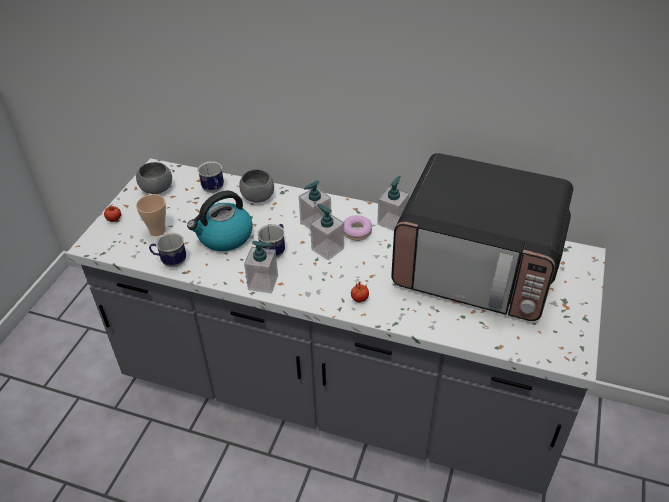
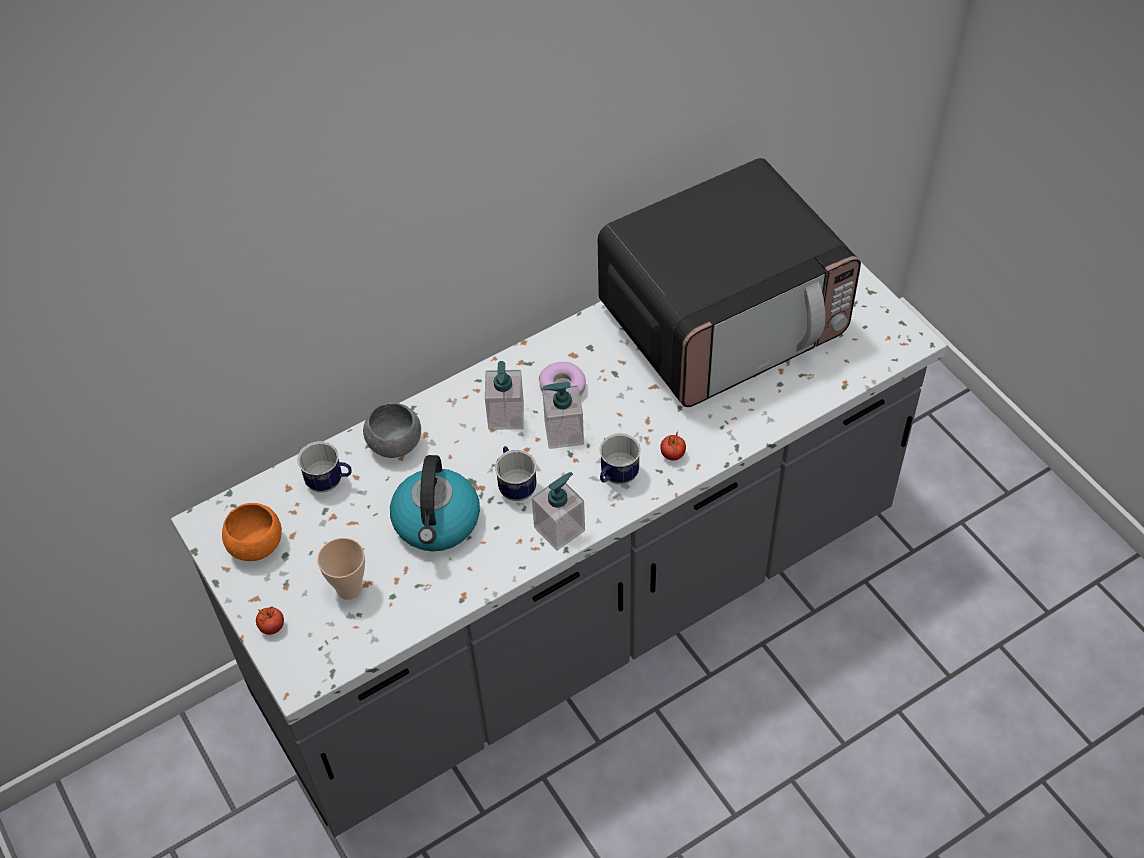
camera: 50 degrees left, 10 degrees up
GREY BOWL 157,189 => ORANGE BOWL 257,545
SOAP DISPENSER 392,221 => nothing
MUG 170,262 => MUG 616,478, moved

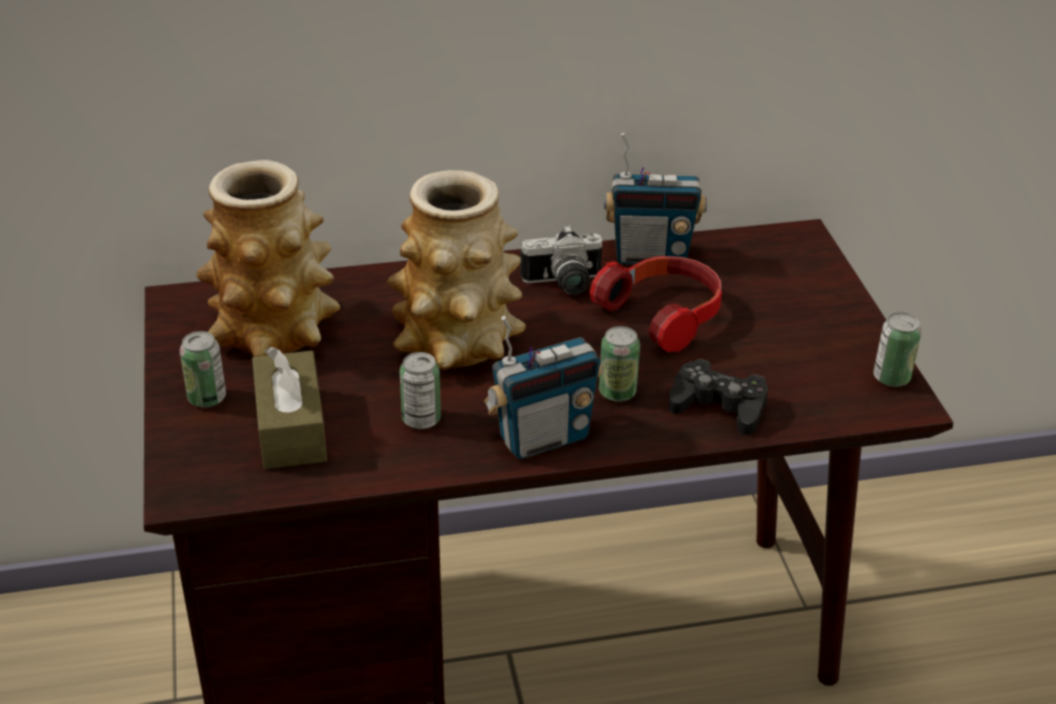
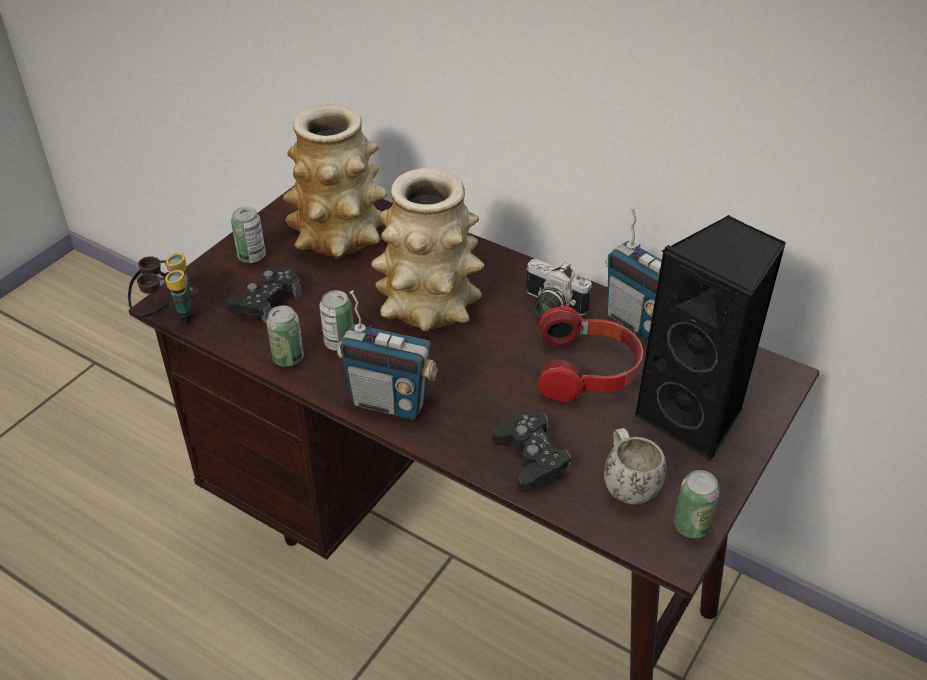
camera: 45 degrees right, 5 degrees up
CAN 617,392 => CAN 288,358, moved
BROWN TISSUE BOX 291,427 => BLACK GAME CONTROLLER 267,301
nothing => BLACK SPEAKER 695,418
nothing => BINOCULARS 168,315
nothing => WHITE MUG 627,483

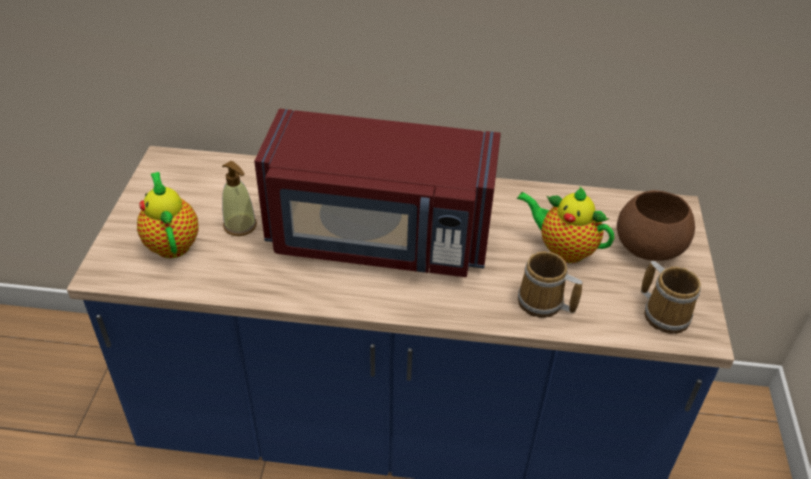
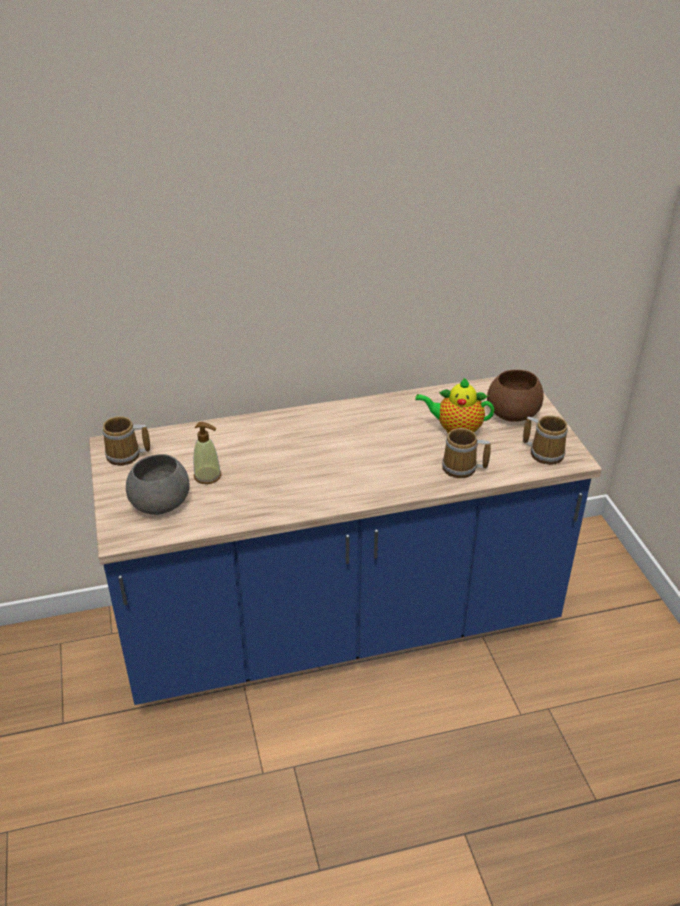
camera: 20 degrees left, 5 degrees down
RED MICROWAVE 379,238 => nothing
TEAPOT 172,242 => GREY BOWL 161,502
nothing => MUG 125,456

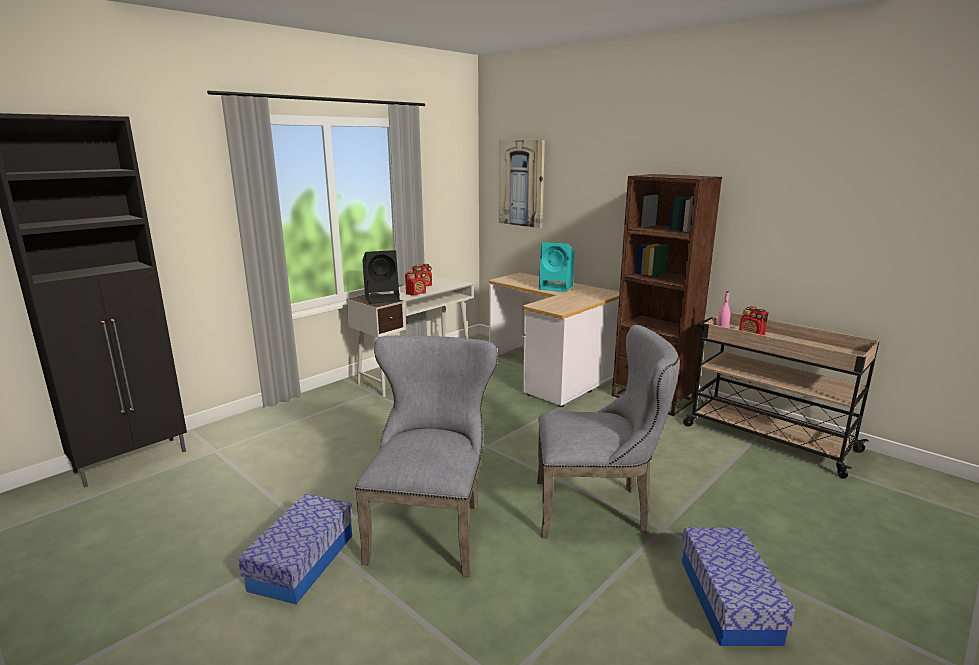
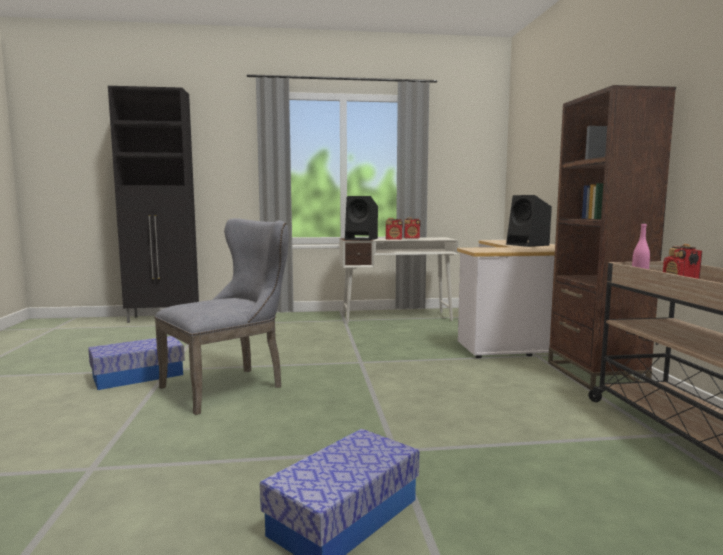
camera: 40 degrees right, 10 degrees down
PICTURE 521,183 => nothing
TURQUOISE SPEAKER 557,287 => BLACK SPEAKER 528,245
GREY CHAIR 598,508 => nothing

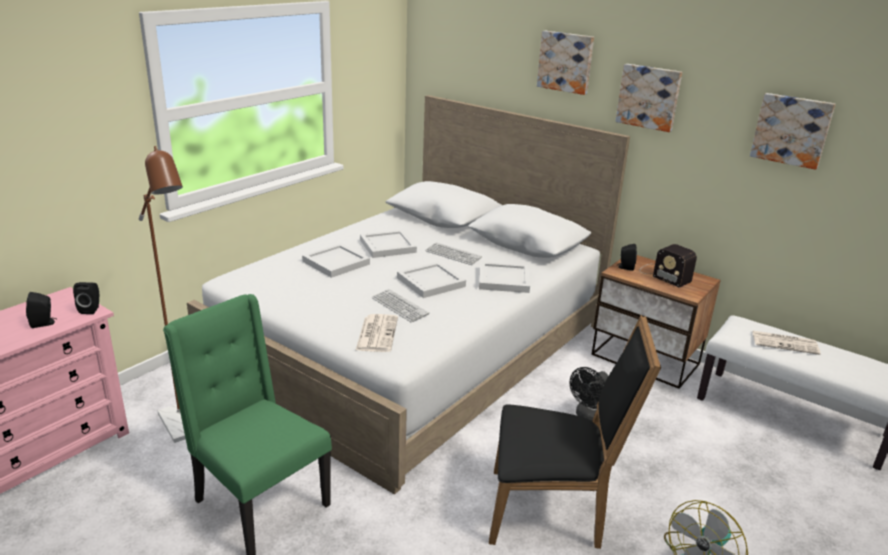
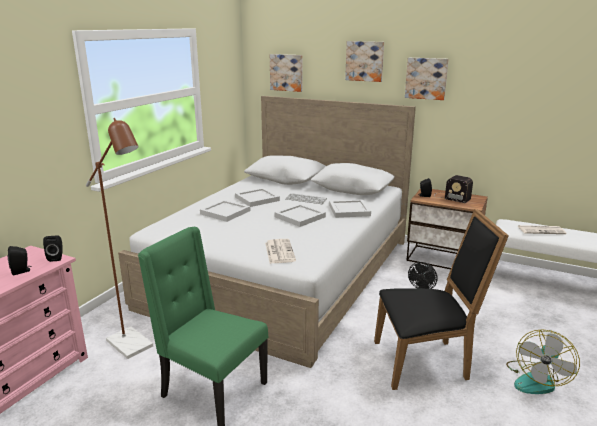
camera: 10 degrees left, 5 degrees down
PICTURE 792,130 => PICTURE 287,72, moved
KEYBOARD 399,306 => nothing

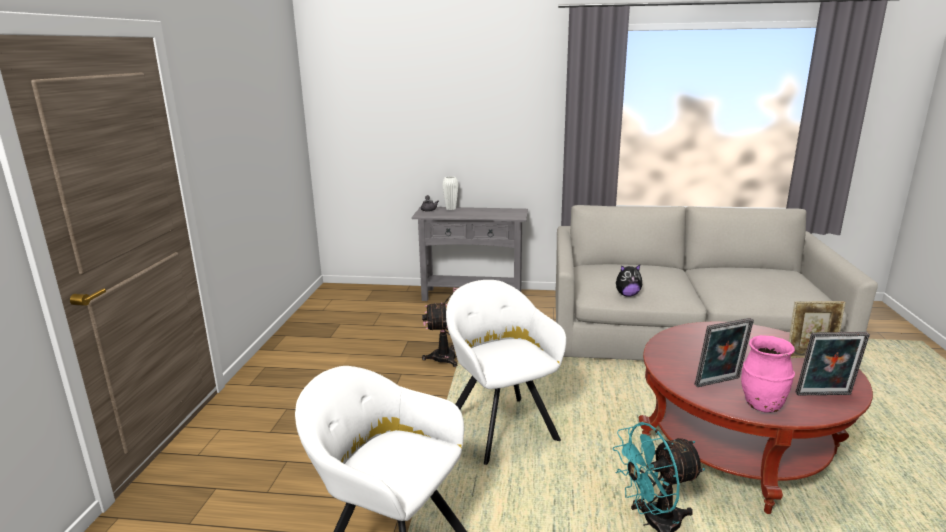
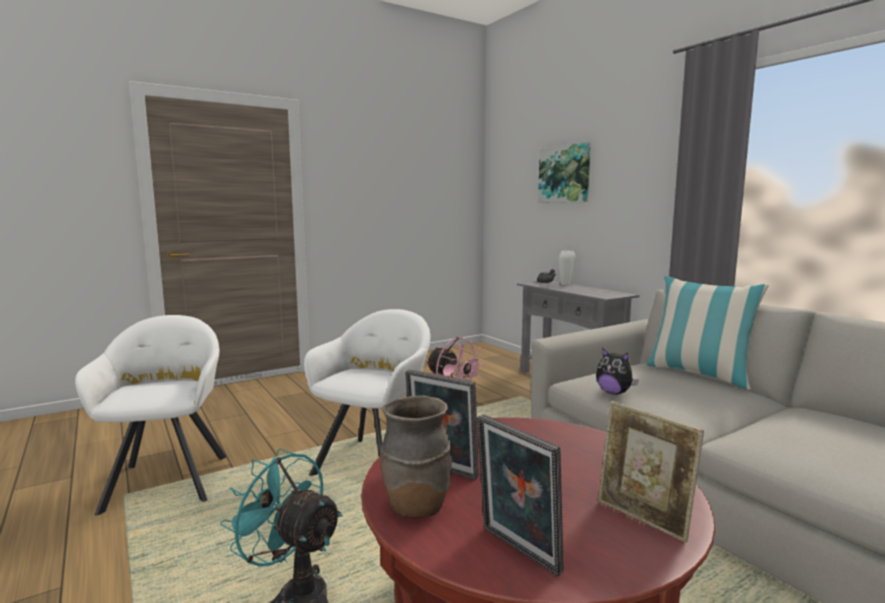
camera: 50 degrees right, 10 degrees down
PINK VASE 762,405 => BROWN VASE 415,507
nothing => PICTURE 564,174
nothing => PILLOW 699,374

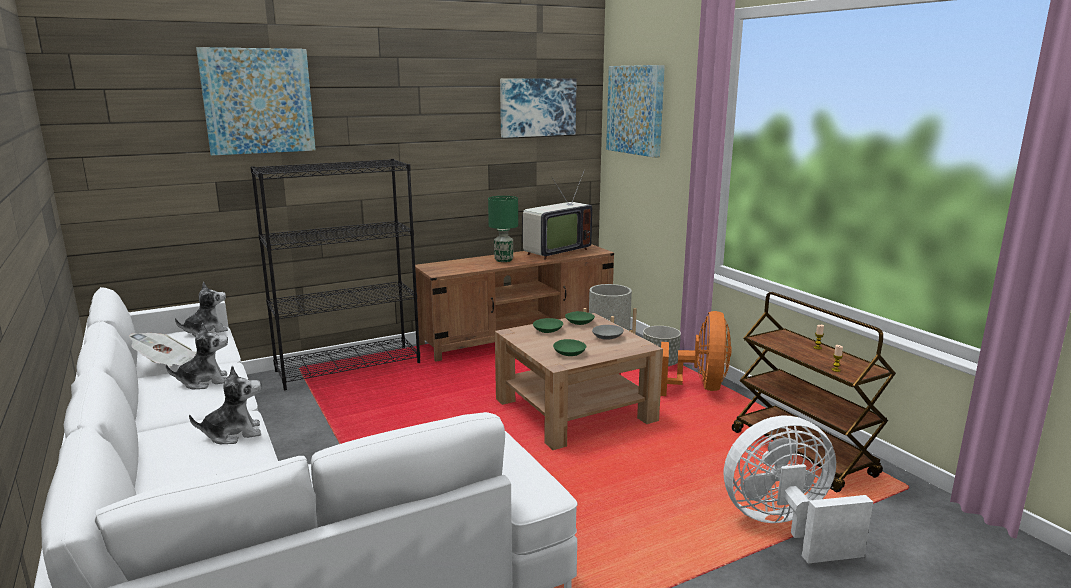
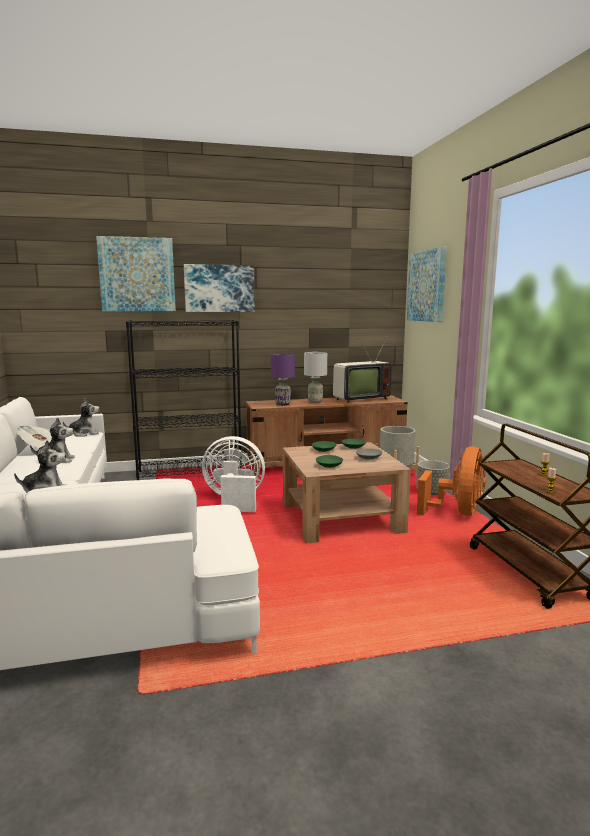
camera: 15 degrees right, 5 degrees down
PICTURE 537,107 => PICTURE 219,288, moved
GREEN TABLE LAMP 503,260 => GREY TABLE LAMP 314,402
WHITE FAN 785,527 => WHITE FAN 234,500, moved
nothing => PURPLE TABLE LAMP 282,404

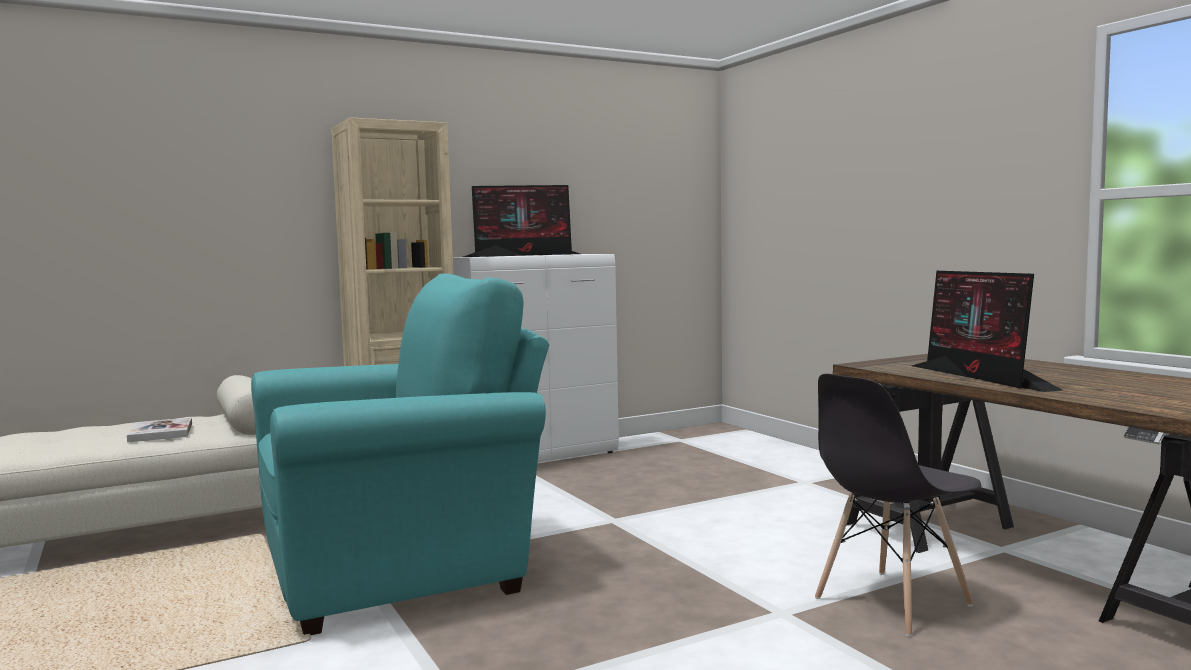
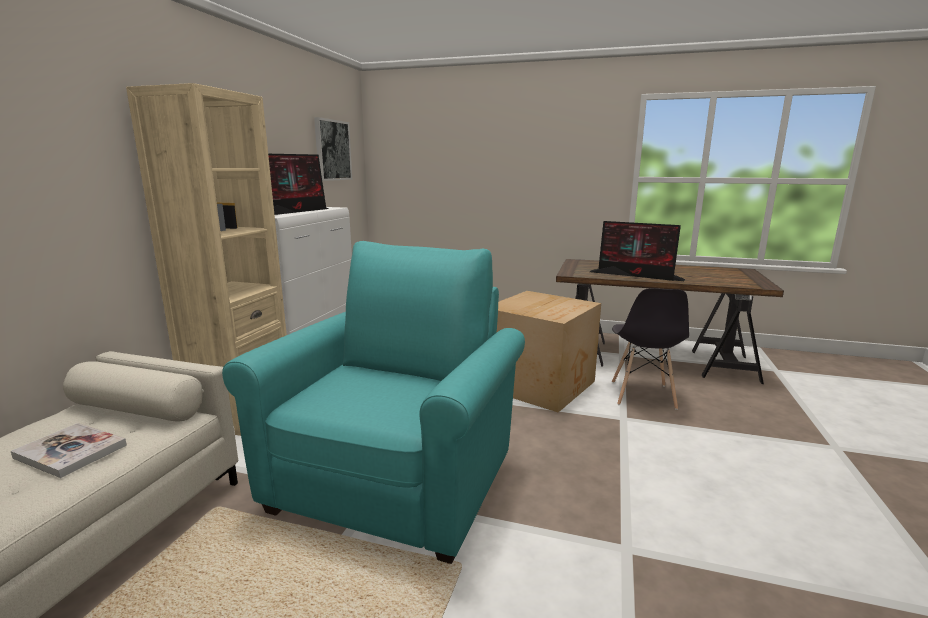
camera: 45 degrees left, 10 degrees up
nothing => PICTURE 332,150
nothing => CARDBOARD BOX 541,384

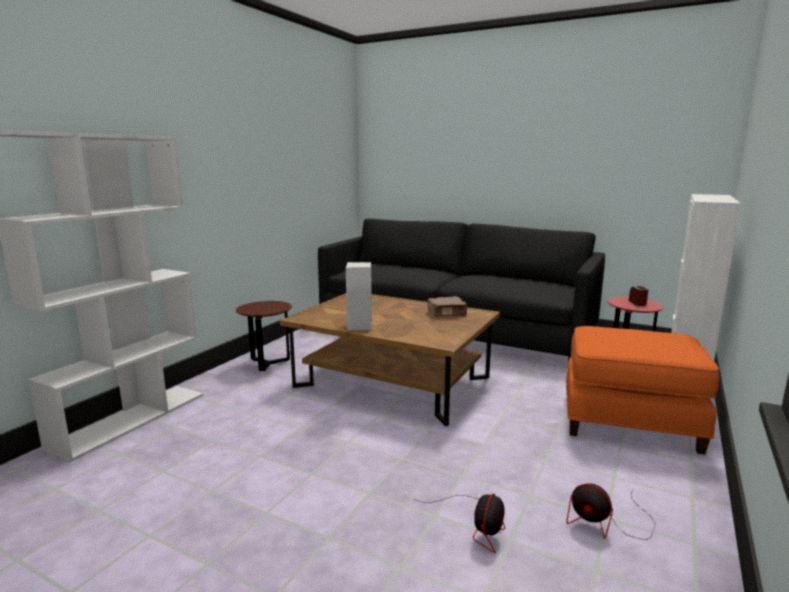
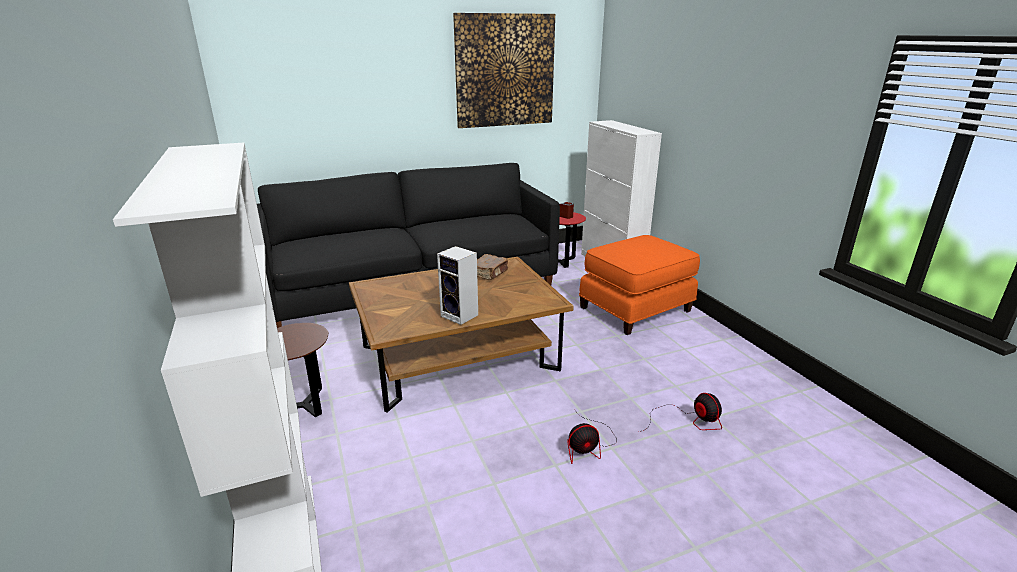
camera: 50 degrees left, 10 degrees up
FAN 607,523 => FAN 588,446, moved
nothing => PICTURE 505,71

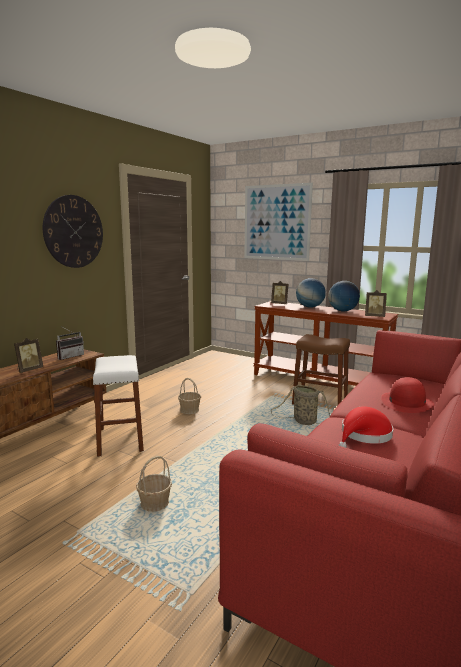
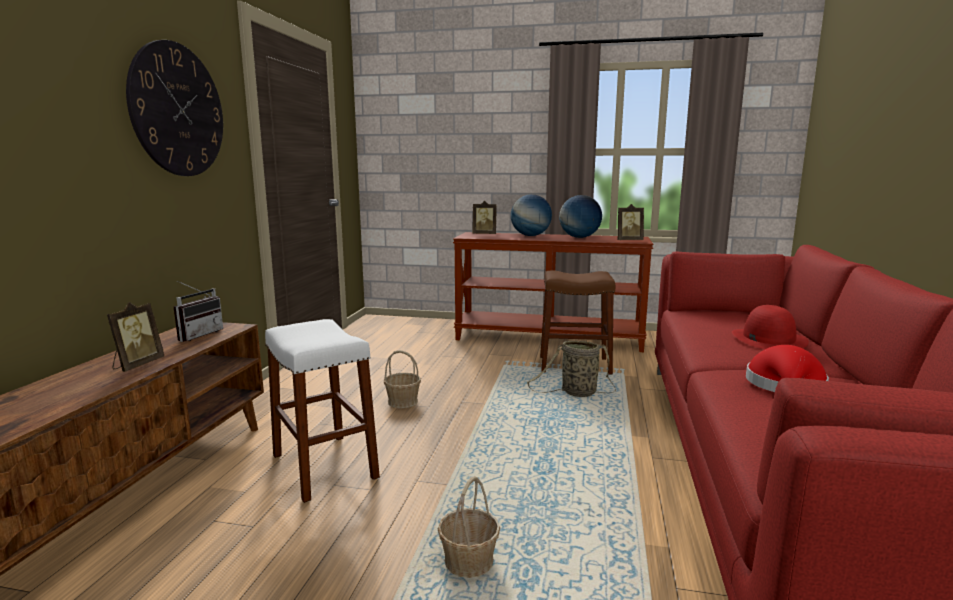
camera: 20 degrees left, 0 degrees up
PICTURE 276,222 => nothing

